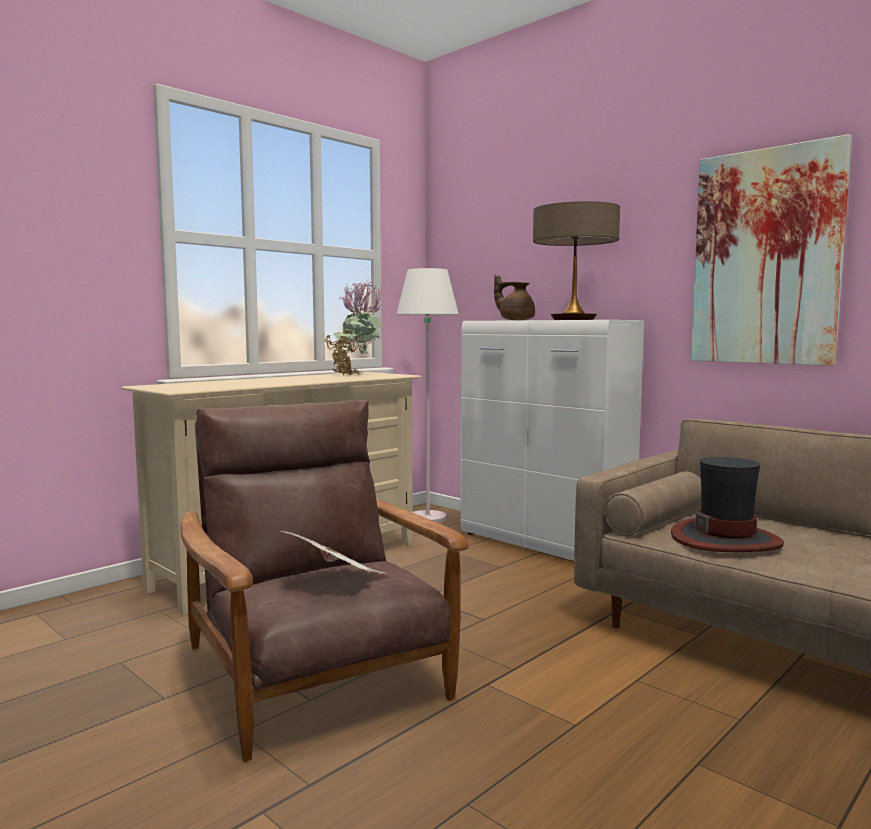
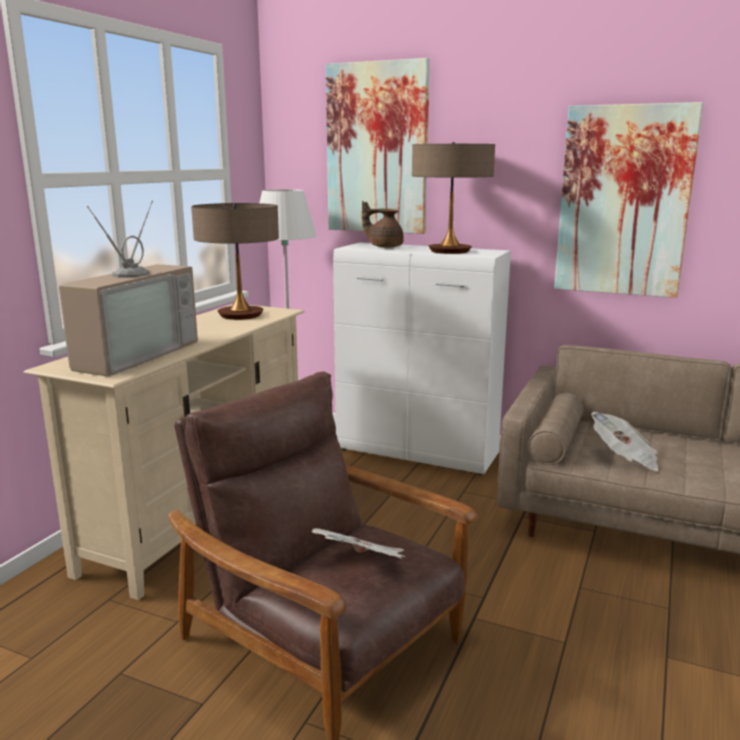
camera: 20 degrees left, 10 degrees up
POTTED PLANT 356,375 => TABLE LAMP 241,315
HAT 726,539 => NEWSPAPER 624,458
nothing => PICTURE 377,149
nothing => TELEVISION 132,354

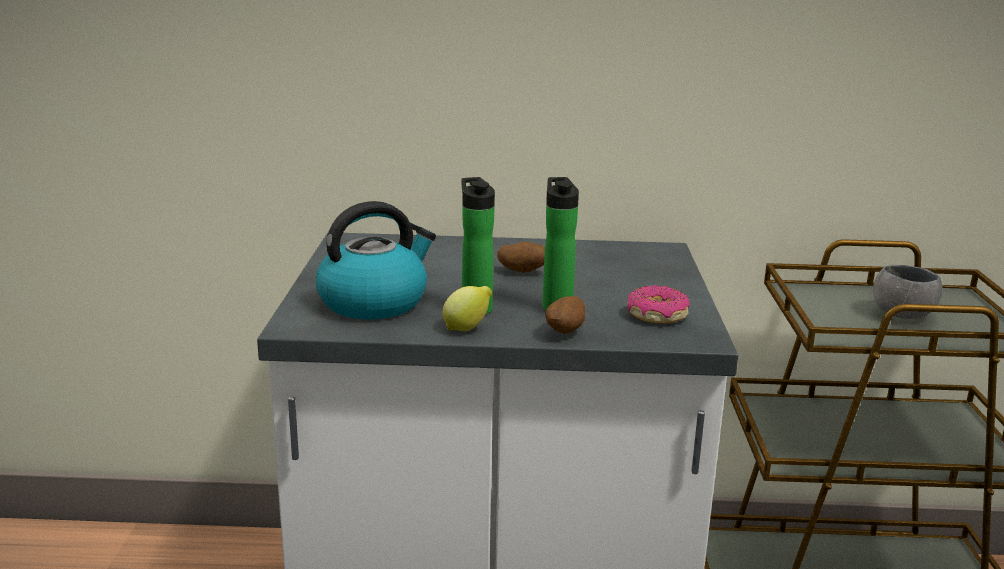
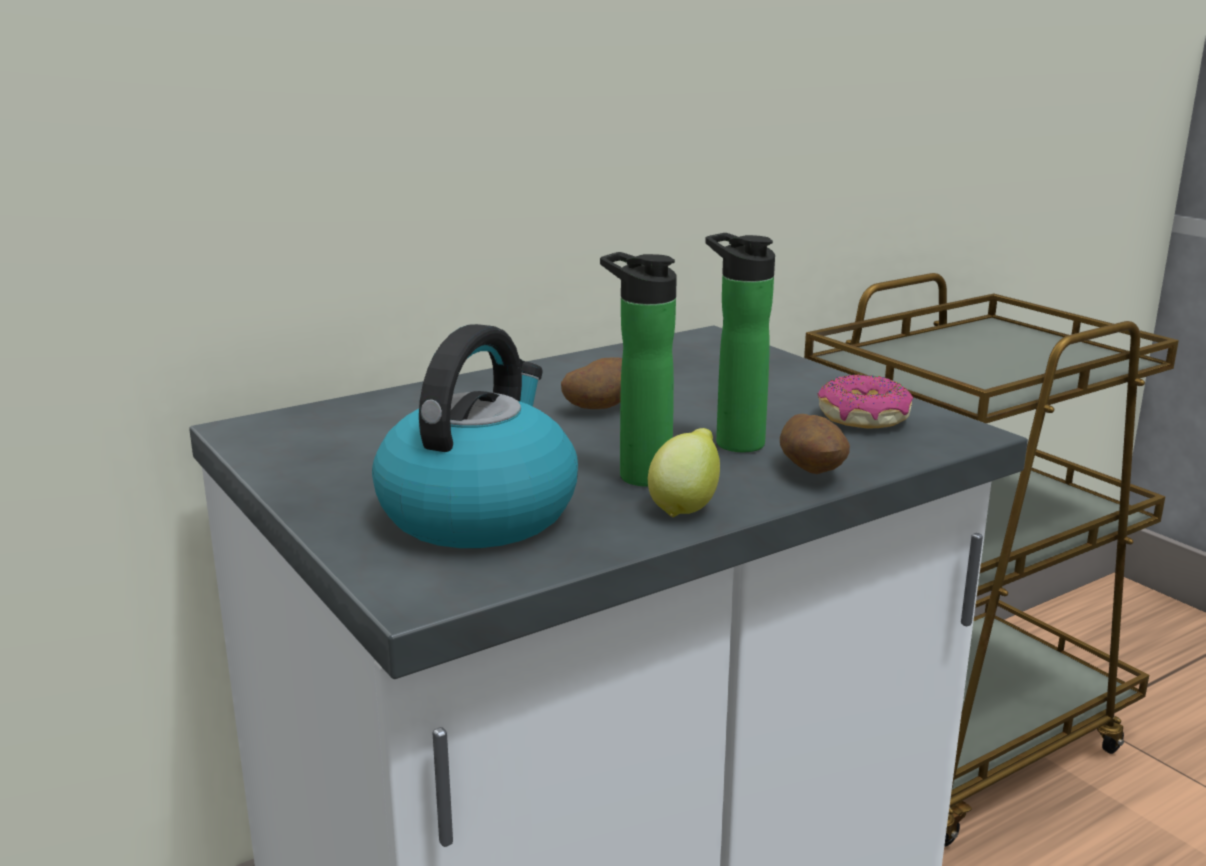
camera: 35 degrees left, 0 degrees up
GREY BOWL 902,314 => nothing

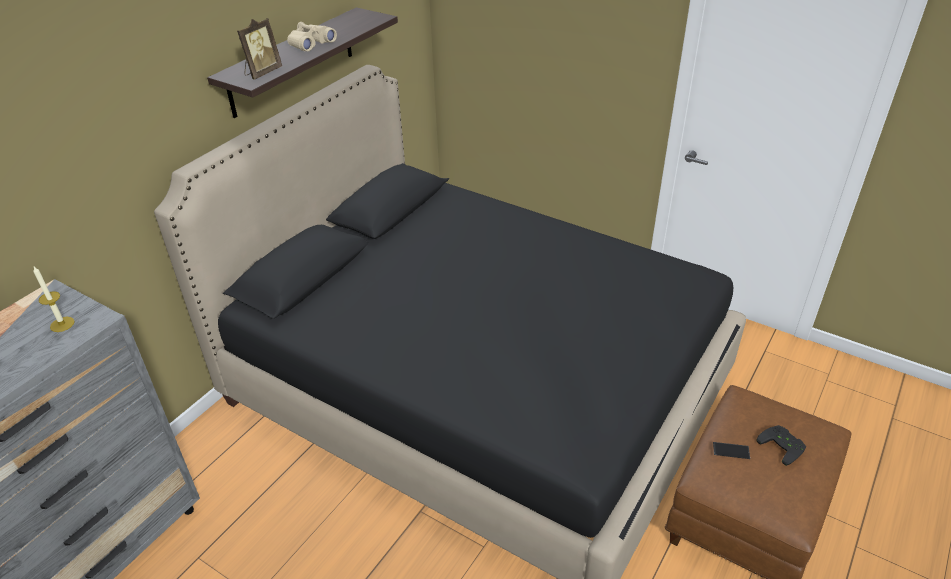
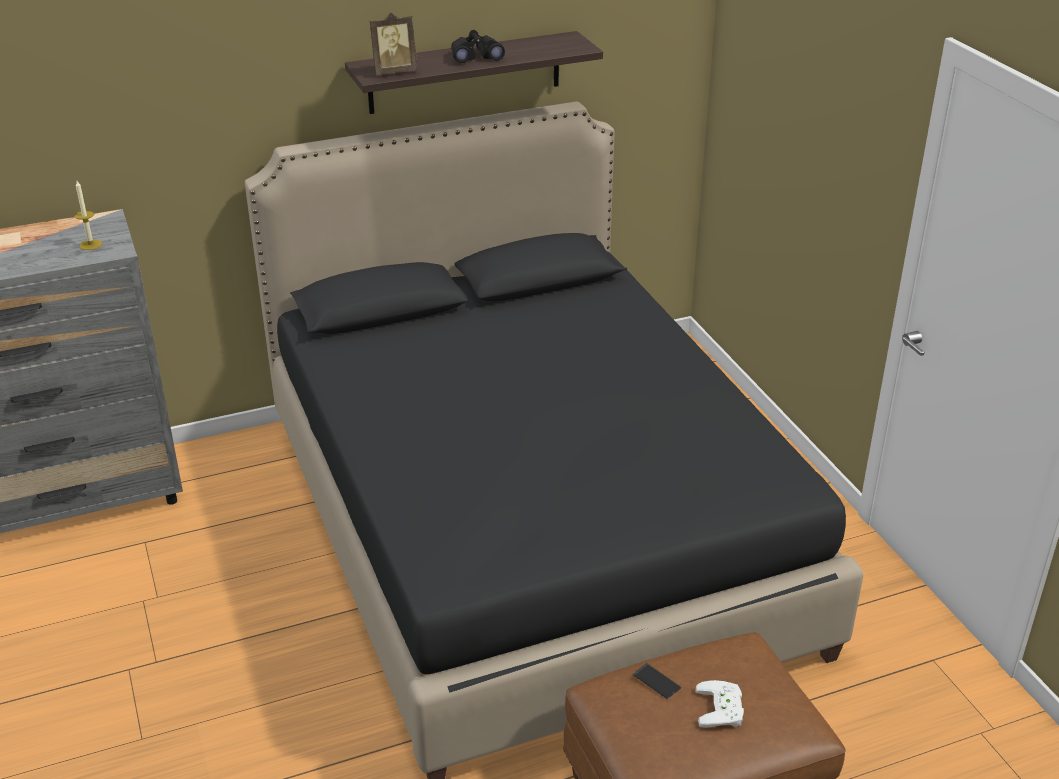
camera: 35 degrees right, 5 degrees down
BEIGE BINOCULARS 310,44 => BLACK BINOCULARS 476,56
BLACK GAME CONTROLLER 783,446 => WHITE GAME CONTROLLER 723,709

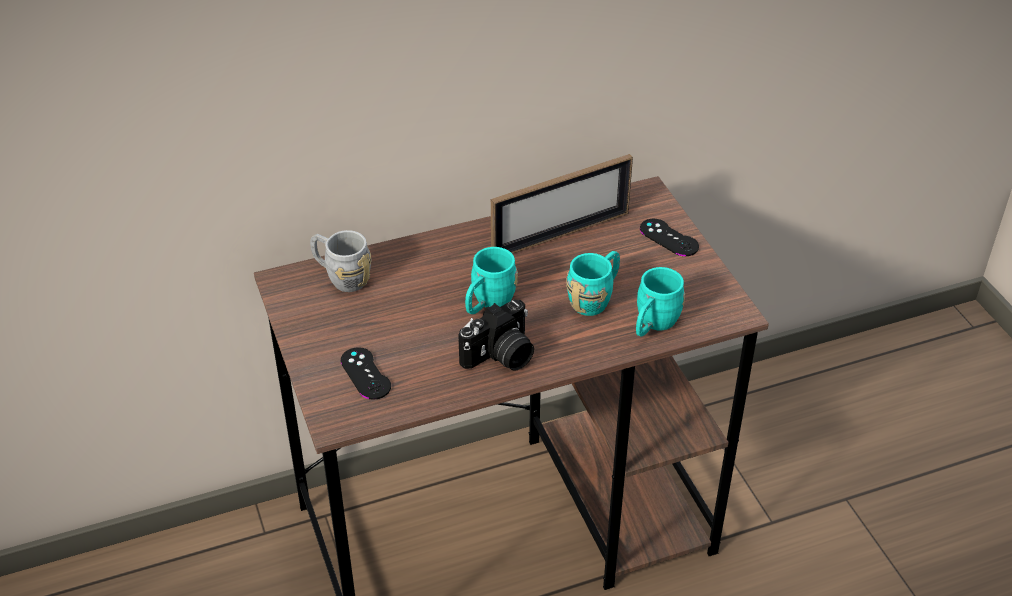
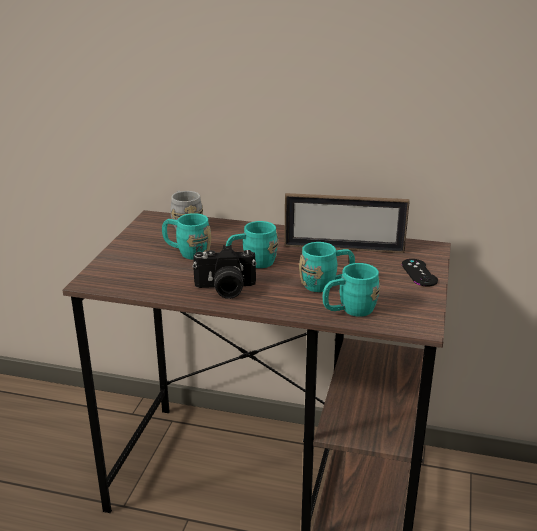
camera: 35 degrees right, 15 degrees down
BLACK GAME CONTROLLER 365,373 => nothing
nothing => TURQUOISE MUG 187,252

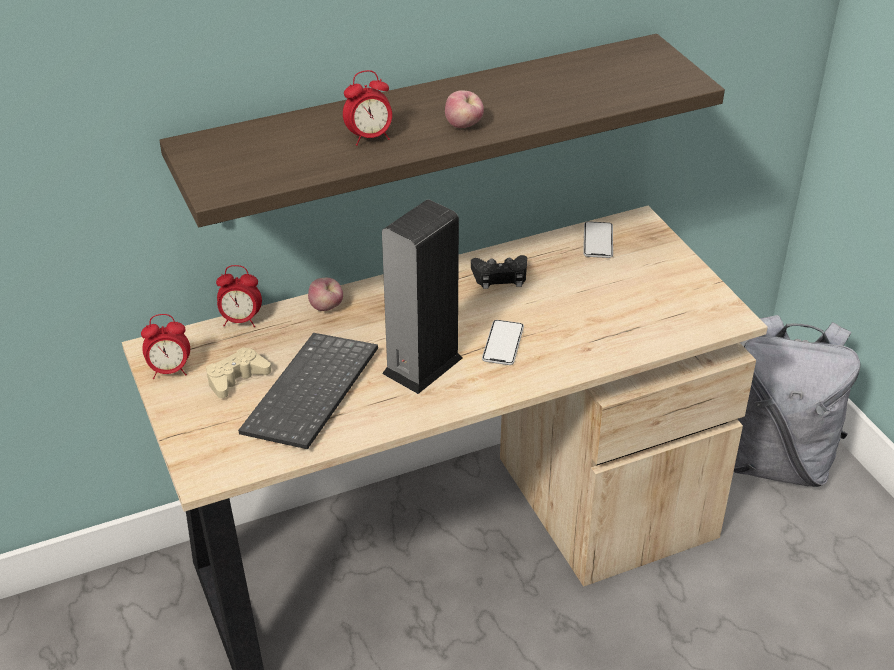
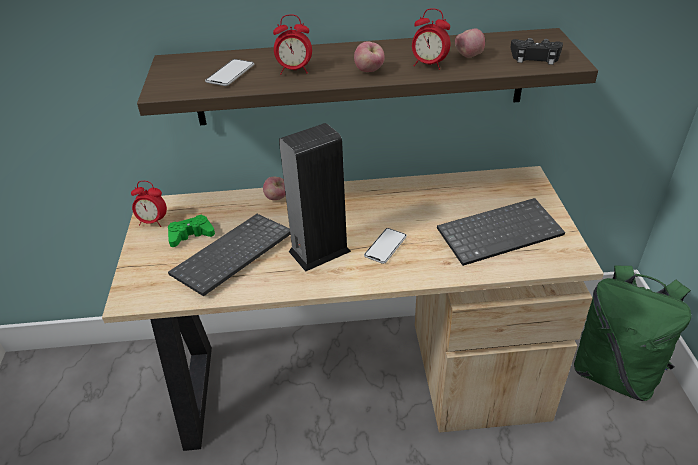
camera: 20 degrees right, 0 degrees up
PHONE 598,241 => PHONE 230,73, moved
BLACK GAME CONTROLLER 500,276 => BLACK GAME CONTROLLER 535,56, moved
ALARM CLOCK 241,321 => ALARM CLOCK 429,65, moved
GREY BACKPACK 775,460 => GREEN BACKPACK 614,372
BEIGE GAME CONTROLLER 236,378 => GREEN GAME CONTROLLER 191,235
nothing => APPLE 468,56
nothing => KEYBOARD 500,232

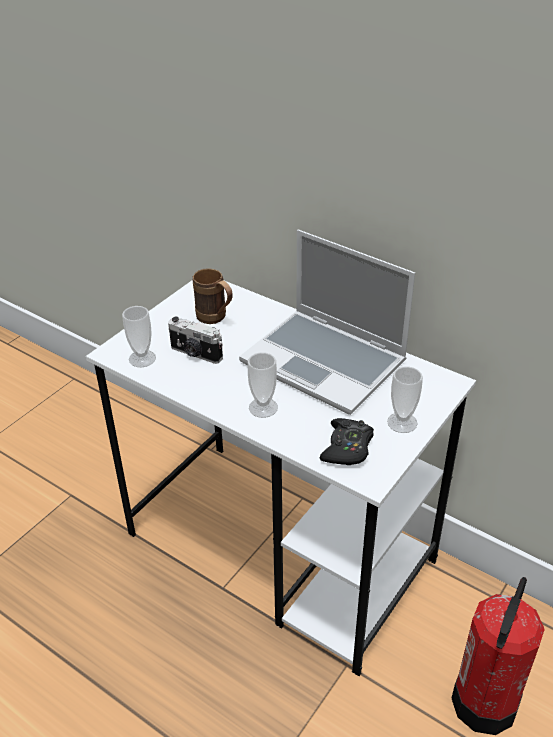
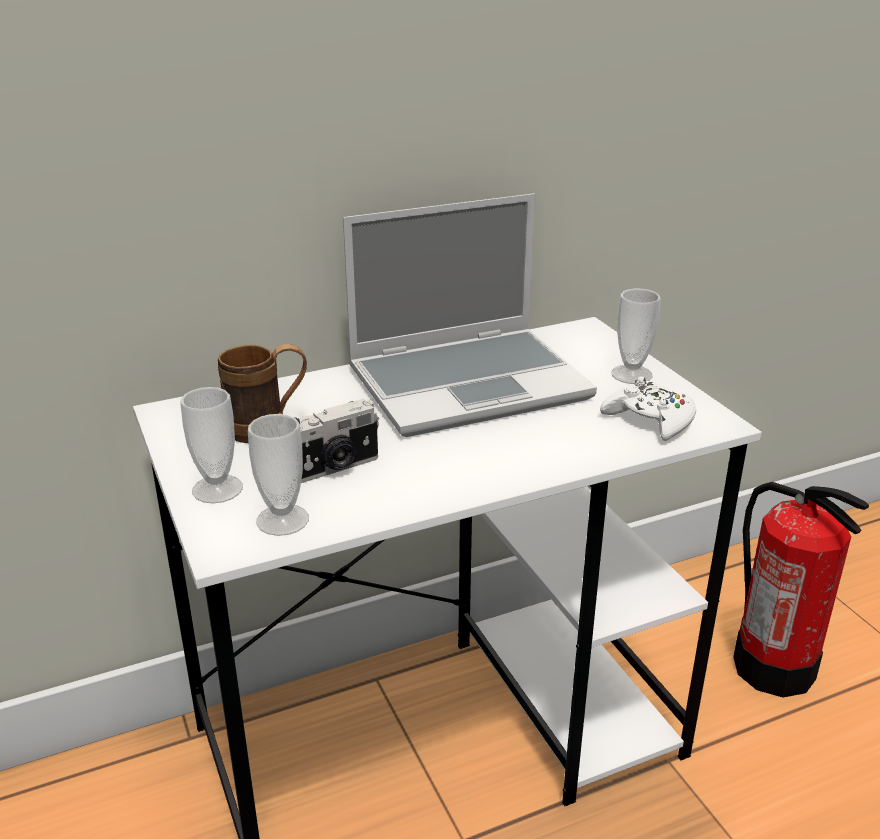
camera: 60 degrees left, 10 degrees down
CUP 263,407 => CUP 217,489, moved
BLACK GAME CONTROLLER 347,448 => WHITE GAME CONTROLLER 650,420

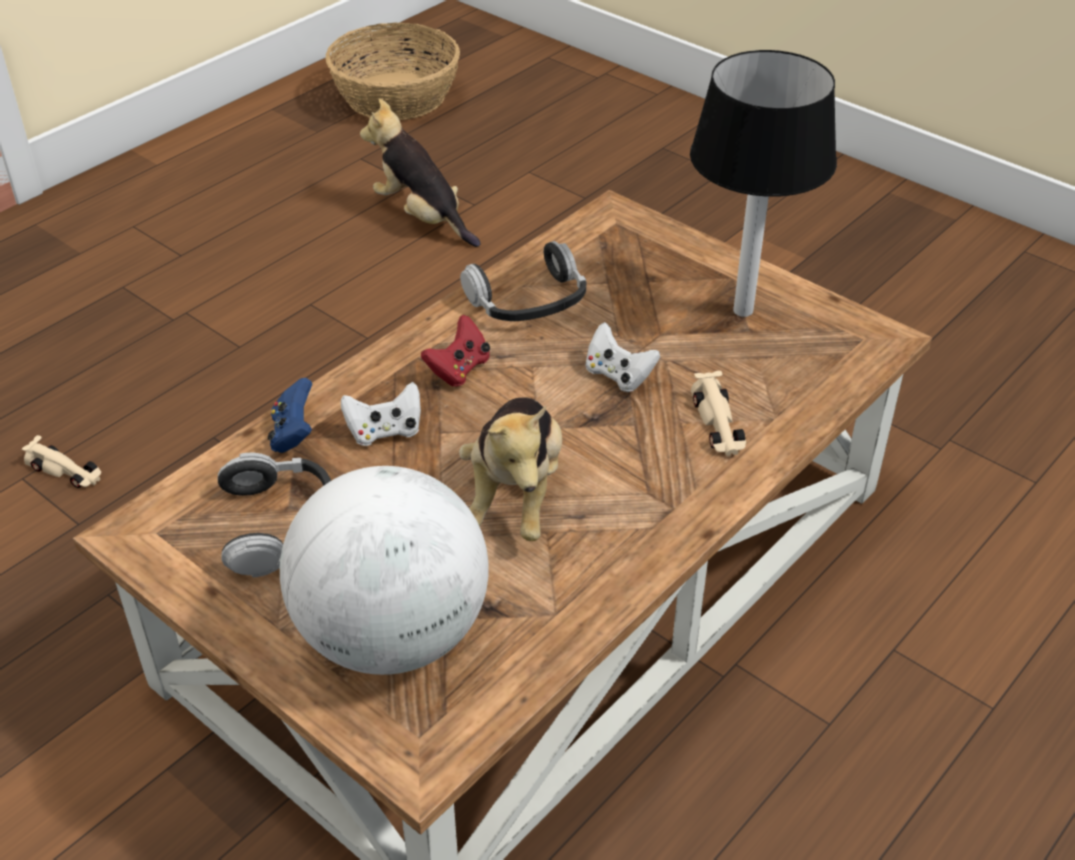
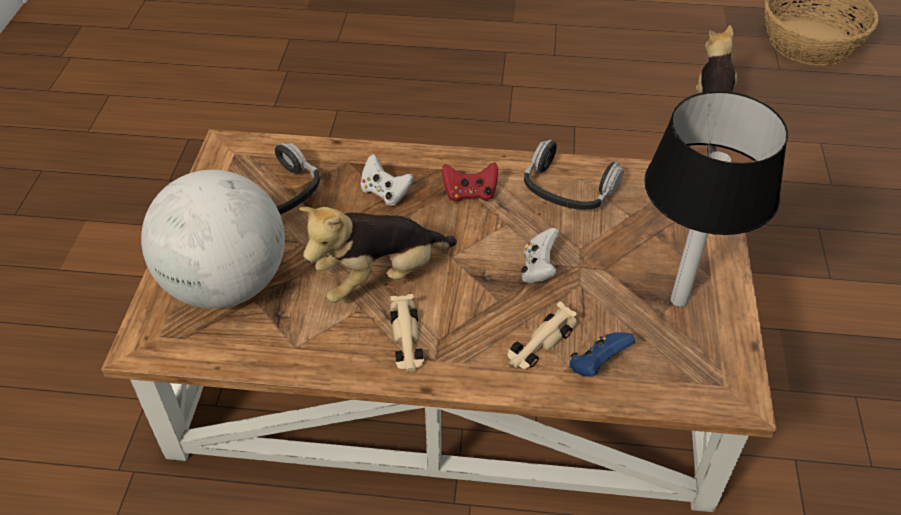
camera: 55 degrees right, 5 degrees up
BLUE GAME CONTROLLER 293,434 => BLUE GAME CONTROLLER 597,365, moved
BEIGE TOY CAR 65,471 => BEIGE TOY CAR 406,340, moved

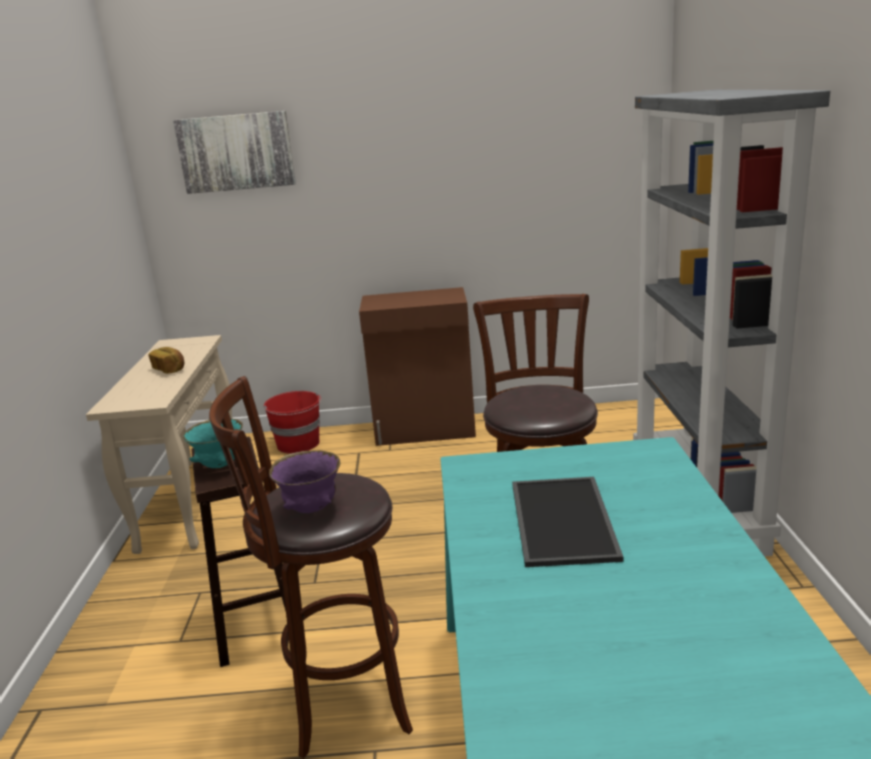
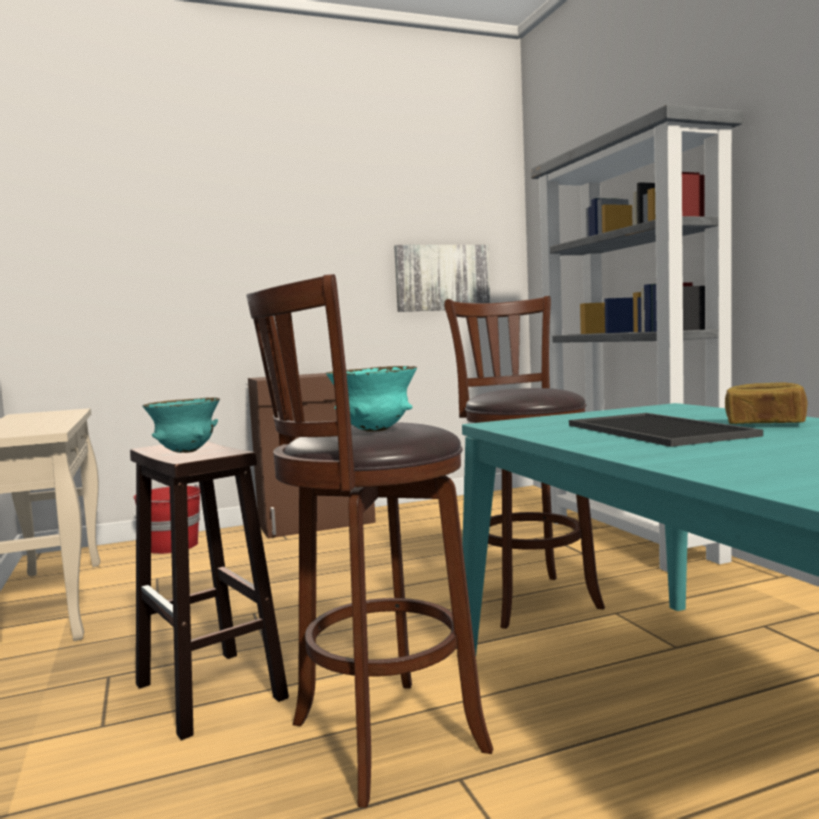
camera: 20 degrees left, 15 degrees down
PICTURE 236,152 => PICTURE 442,278, moved
BREAD 170,369 => BREAD 764,424, moved
PURPLE BOWL 311,509 => TURQUOISE BOWL 375,431

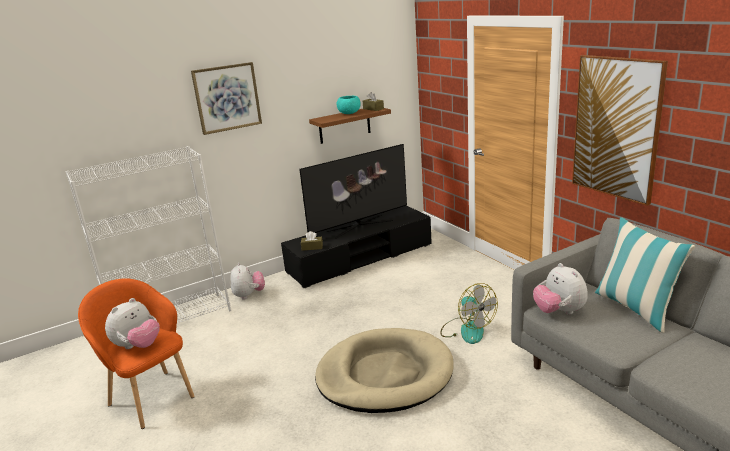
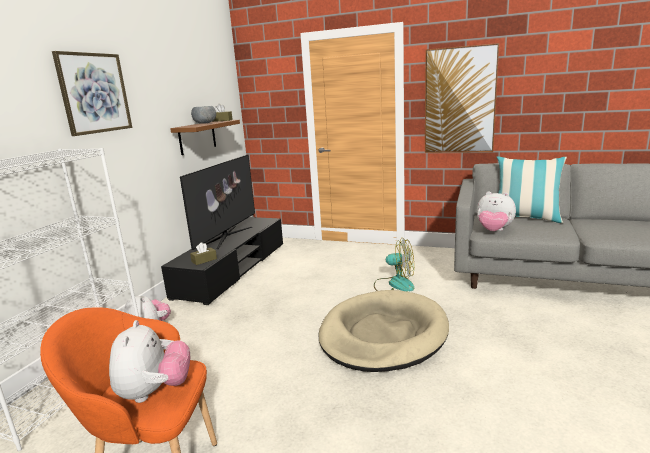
camera: 40 degrees left, 5 degrees down
TURQUOISE BOWL 349,113 => GREY BOWL 205,123

